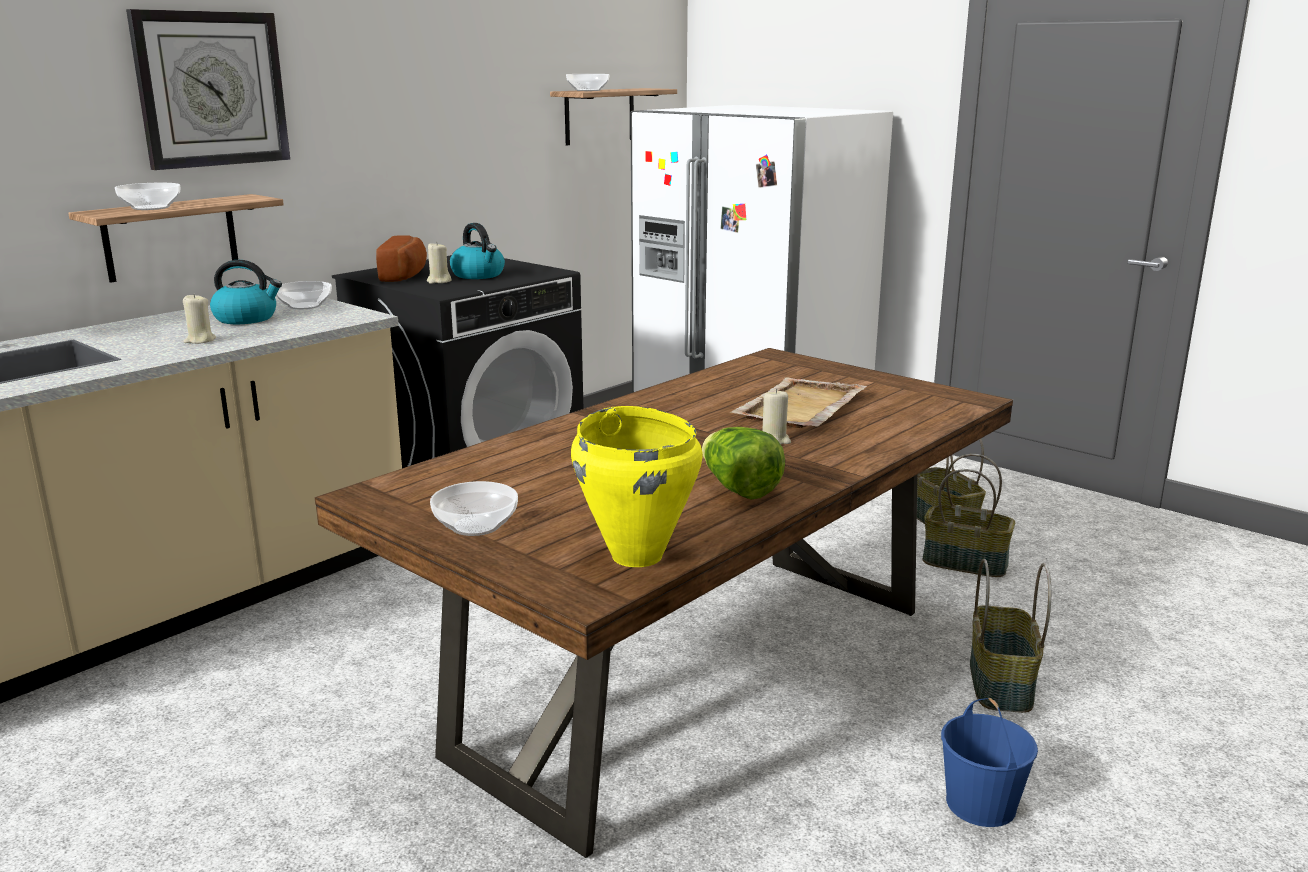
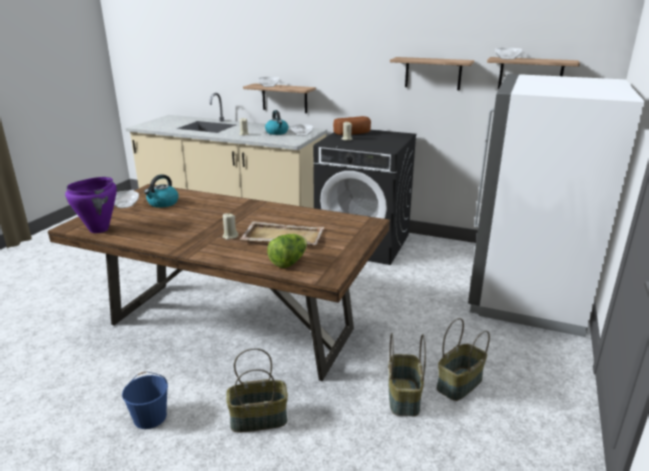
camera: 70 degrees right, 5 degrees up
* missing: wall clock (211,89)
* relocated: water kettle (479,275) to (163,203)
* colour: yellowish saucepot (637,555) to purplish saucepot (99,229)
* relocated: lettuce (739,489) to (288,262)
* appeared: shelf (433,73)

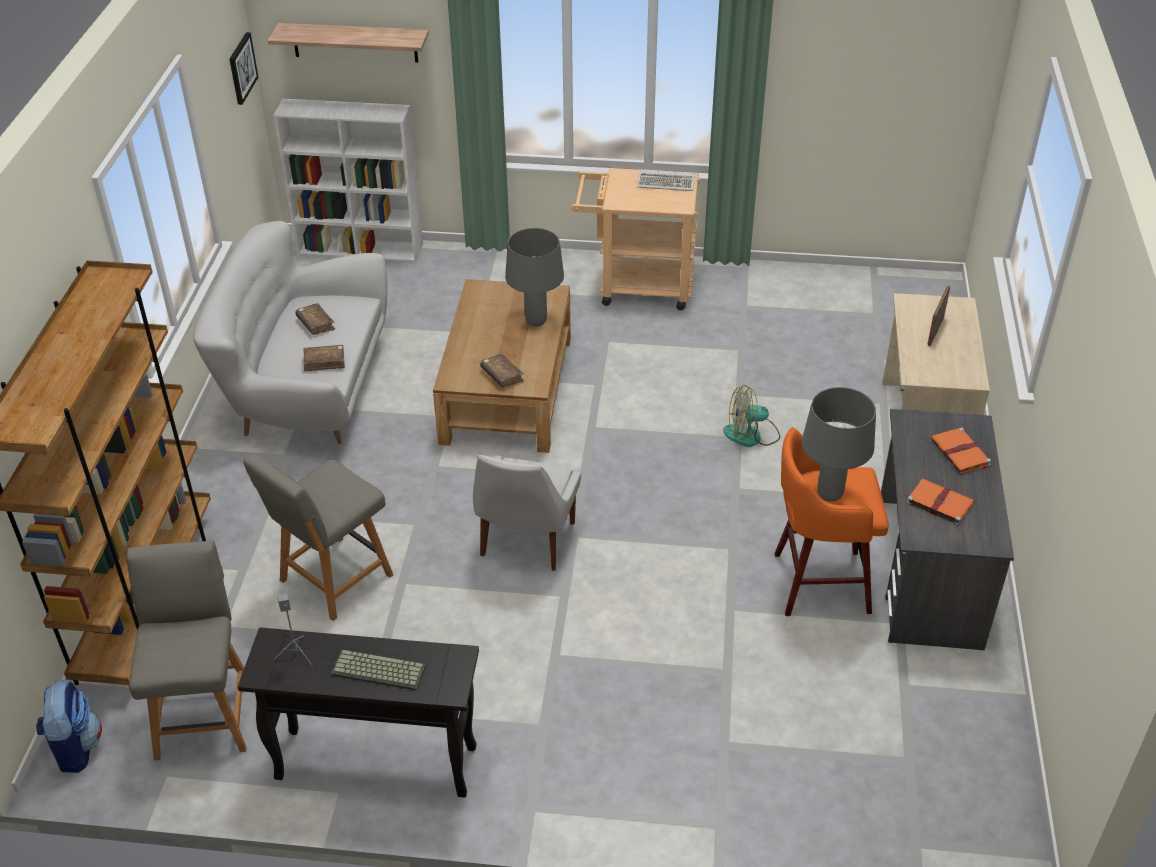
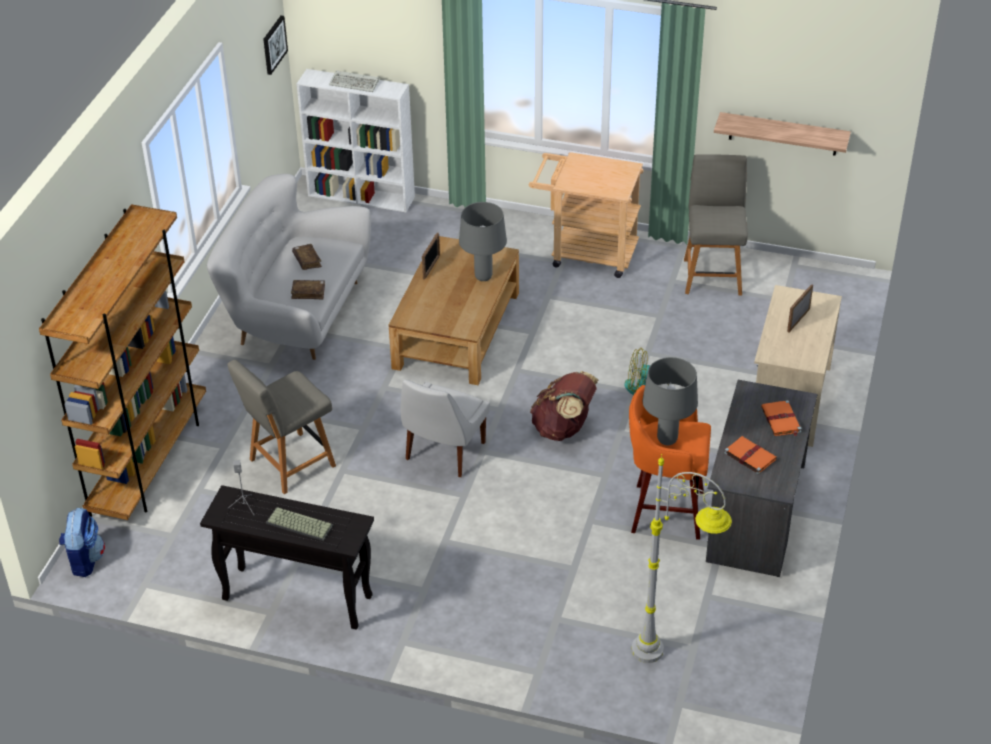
camera: 10 degrees right, 0 degrees up
* relocated: gray chair (204,715) to (712,275)
* relocated: shelf (355,42) to (783,134)
* missing: brownish book (502,375)
* relocated: keyboard (667,183) to (355,83)
* appeared: standing frame (431,267)
* appeared: brownish backpack (563,428)
* appeared: gray standard lamp (673,659)

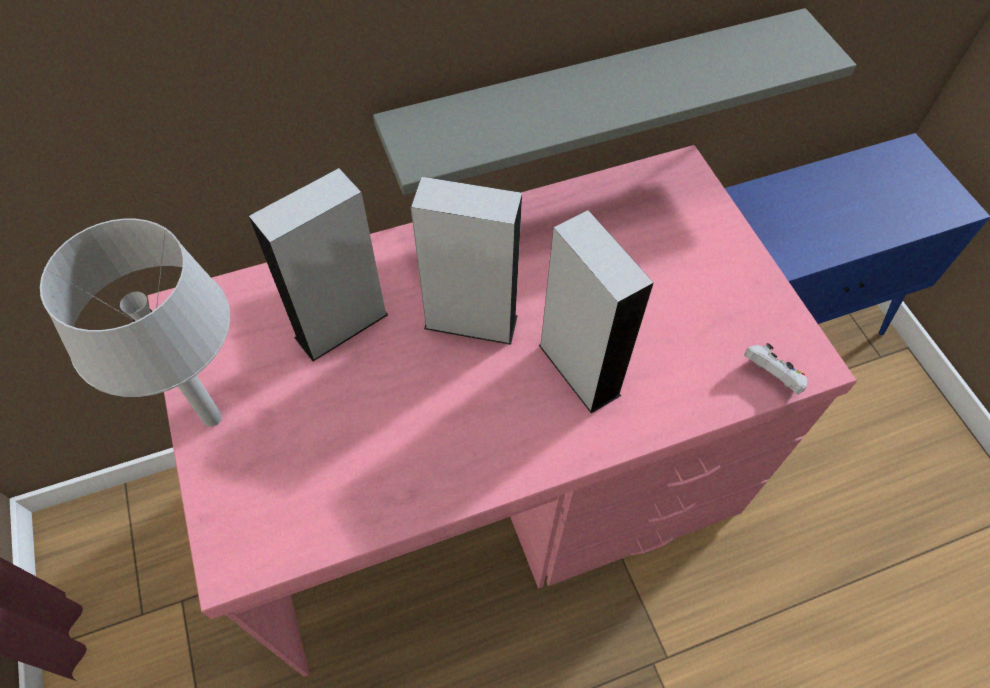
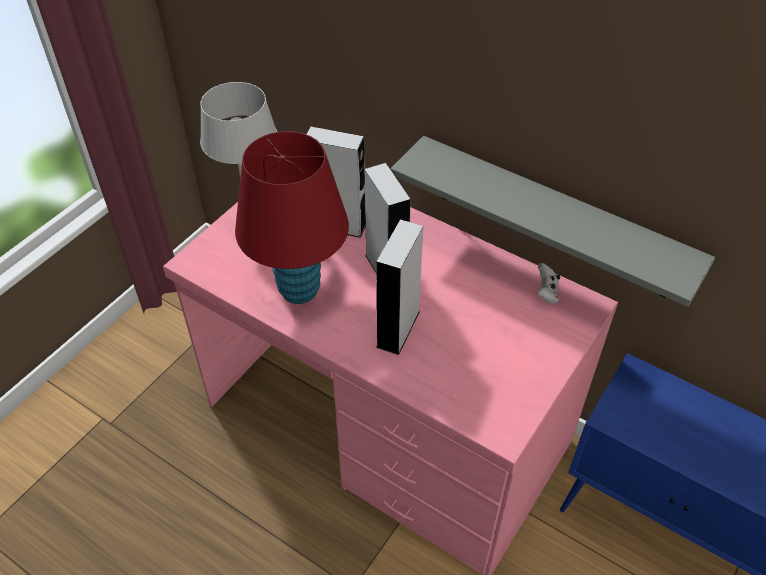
camera: 55 degrees right, 10 degrees down
* relocated: white joypad (771,377) to (546,292)
* appeared: reddish lamp for a table (299,290)

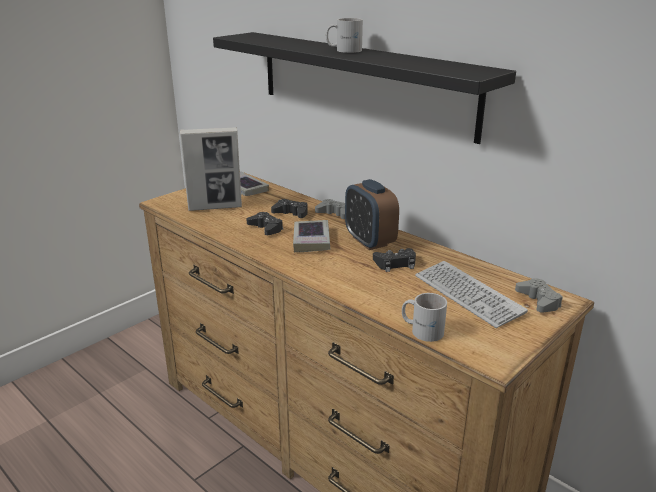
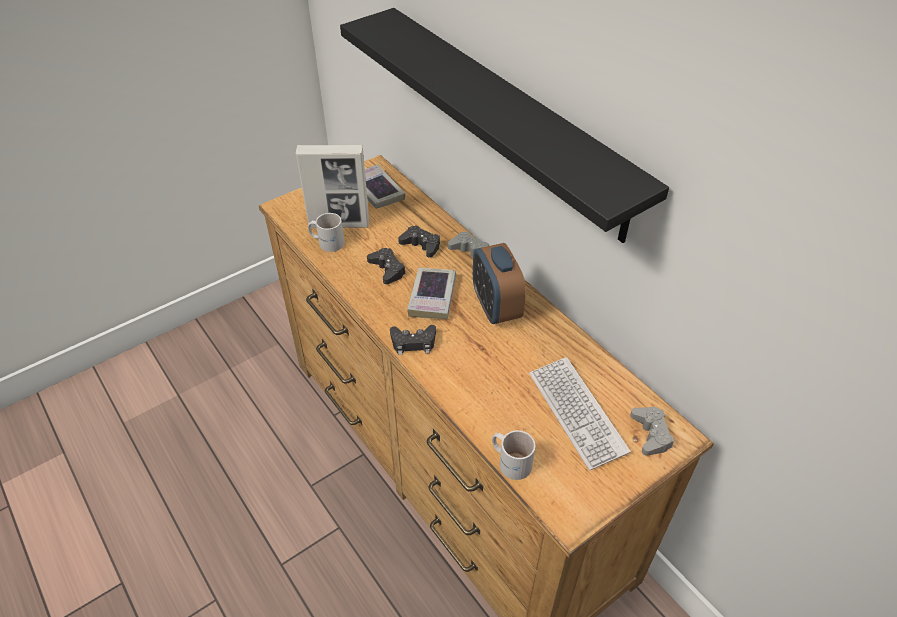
camera: 10 degrees right, 20 degrees up
* relocated: white mug (344,50) to (327,241)
* relocated: black-coloured joypad (395,264) to (413,343)

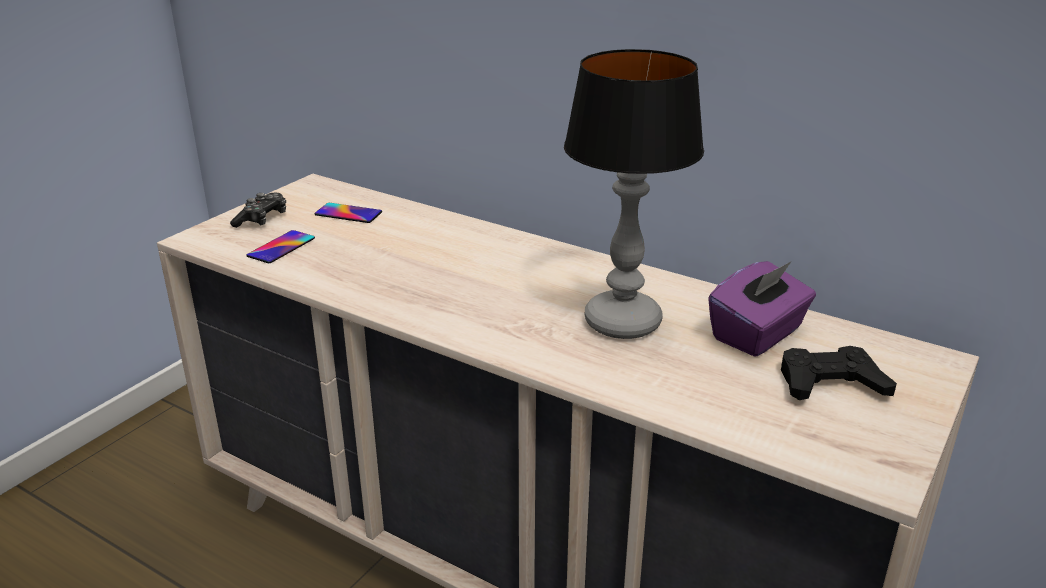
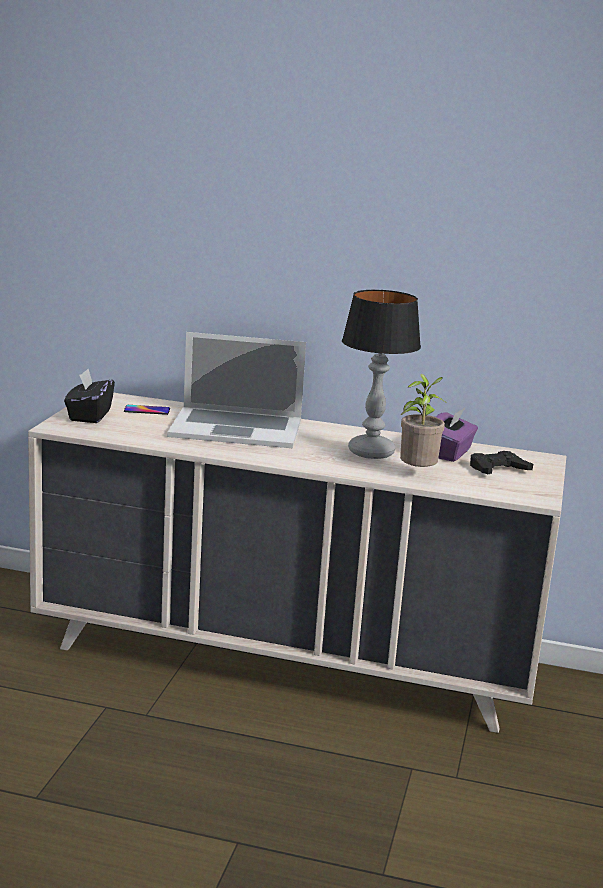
camera: 20 degrees left, 10 degrees down
* exchanged: joypad (262,219) to black-coloured tissue box (89,415)
* missing: telephone (281,247)
* appeared: laptop (236,428)
* appeared: plant in a pot (417,474)

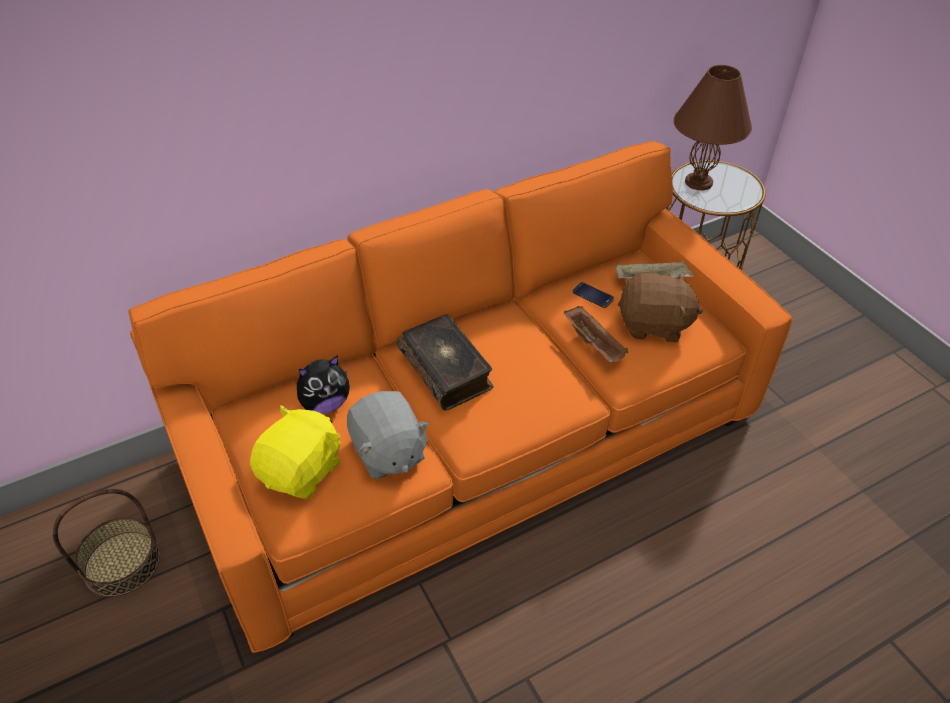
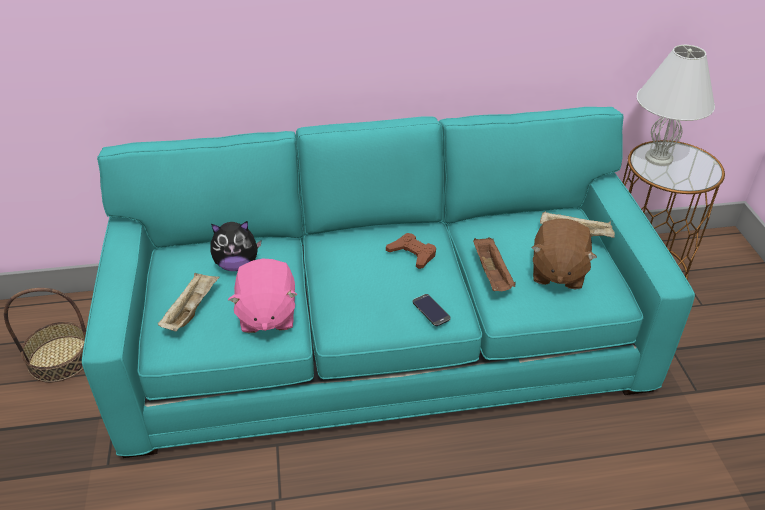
camera: 20 degrees right, 5 degrees down
* colour: orangey couch (476,435) to turquoise couch (383,339)
* exchanged: yellowish plush toy (302,471) to beige-coloured carrying tray (191,310)
* colour: gray plush toy (388,452) to pinkish plush toy (266,315)
* missing: book (446,370)
* relocated: telephone (592,295) to (431,310)
* spun: brownish plush toy (654,325) = (557,272) 75 degrees clockwise
* colour: brownish lamp for a table (699,182) to white lamp for a table (659,158)
* appeared: brownish joypad (412,254)

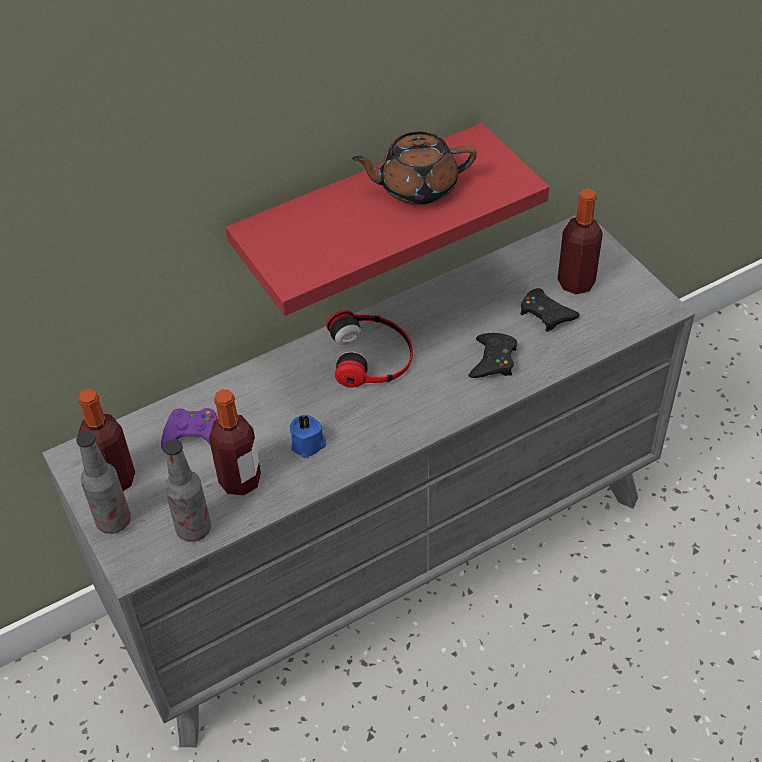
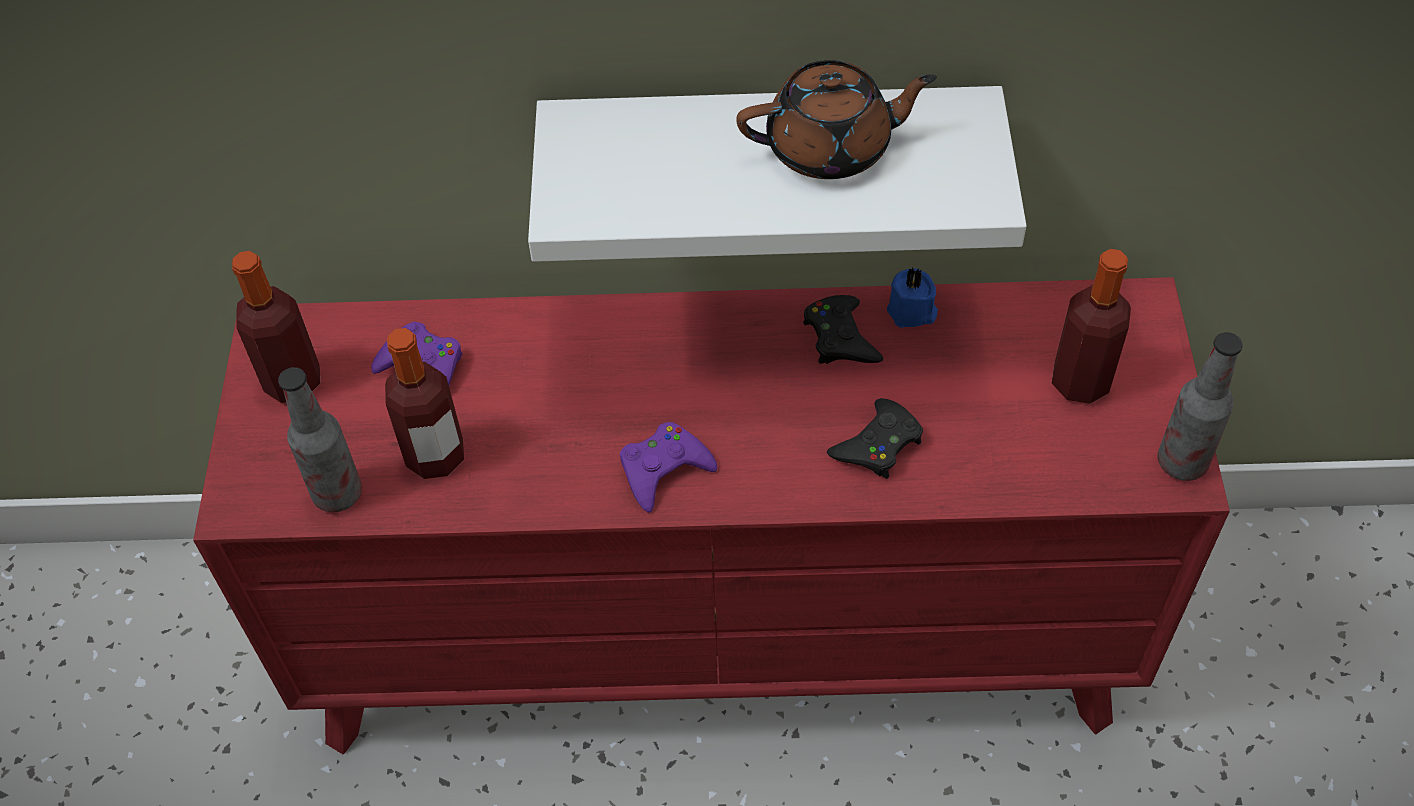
camera: 30 degrees right, 5 degrees up
* colour: gray chest of drawers (388,559) to reddish chest of drawers (719,636)
* relocated: drink bottle (113,521) to (1182,462)
* colour: reddish shelf (360,211) to white shelf (768,150)
* relocated: blue-coloured wax light (309,445) to (912,312)
* missing: pair of headphones (371,355)
* spun: brownish teapot (416,187) = (831,147) 150 degrees clockwise
* relocated: black-coloured joypad (546,314) to (840,338)
* appeared: purplish joypad (664,470)

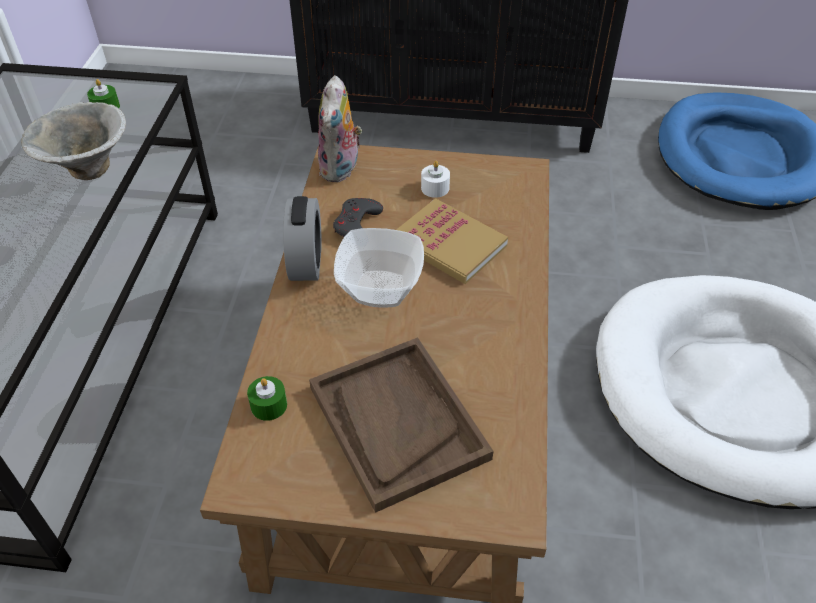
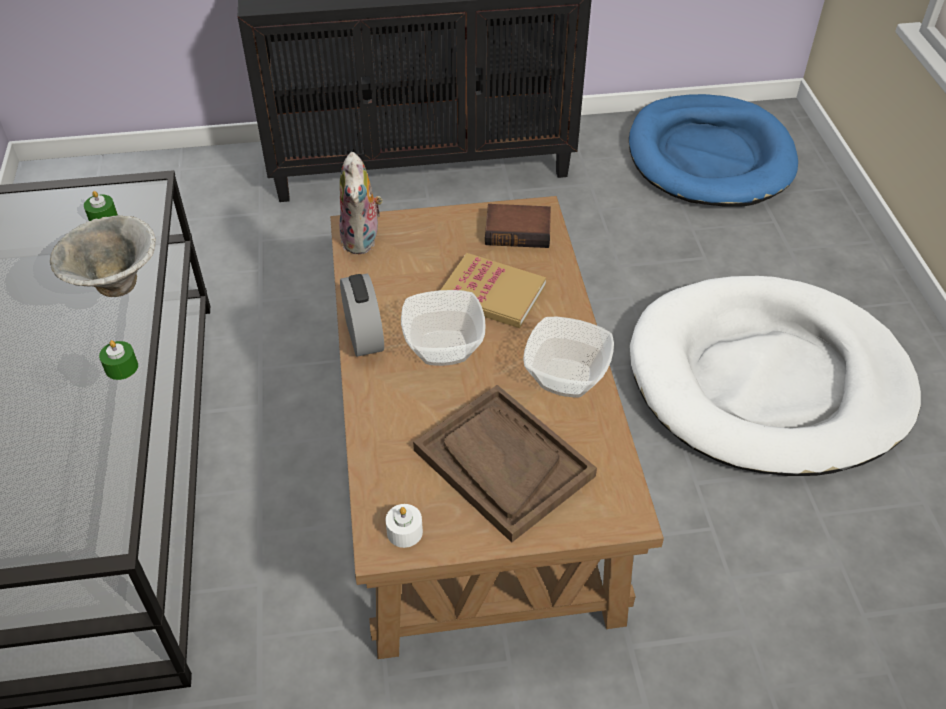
camera: 15 degrees left, 0 degrees up
* relocated: greenish wax light (269,405) to (121,367)
* missing: gray joypad (357,225)
* relocated: white wax light (435,188) to (404,532)
* appeared: book (519,230)
* appeared: bowl (566,379)

